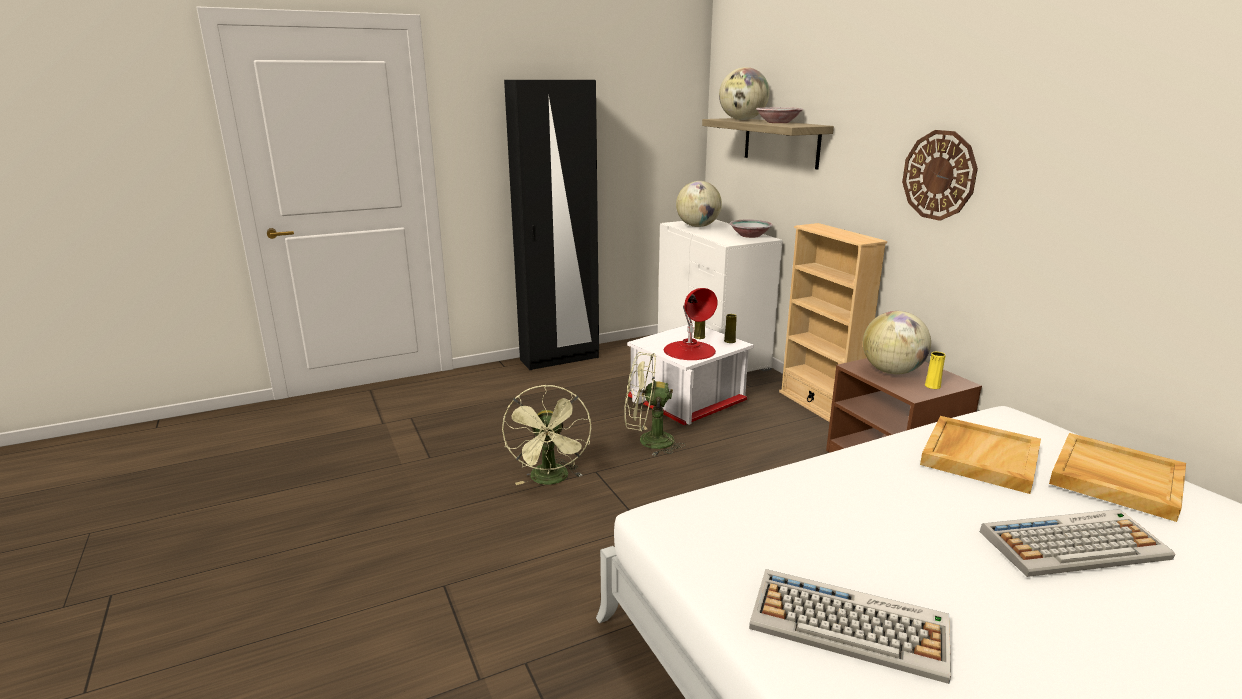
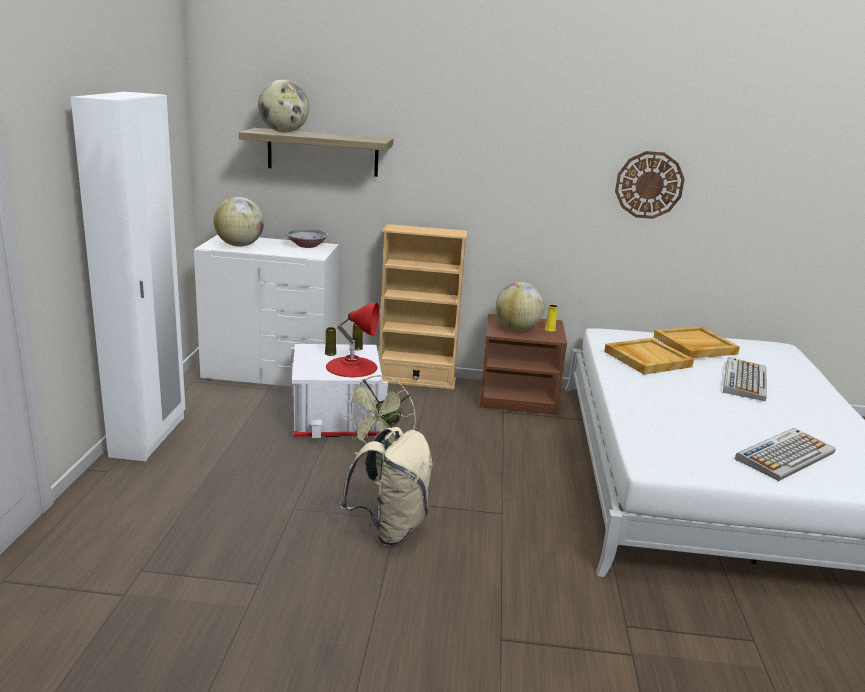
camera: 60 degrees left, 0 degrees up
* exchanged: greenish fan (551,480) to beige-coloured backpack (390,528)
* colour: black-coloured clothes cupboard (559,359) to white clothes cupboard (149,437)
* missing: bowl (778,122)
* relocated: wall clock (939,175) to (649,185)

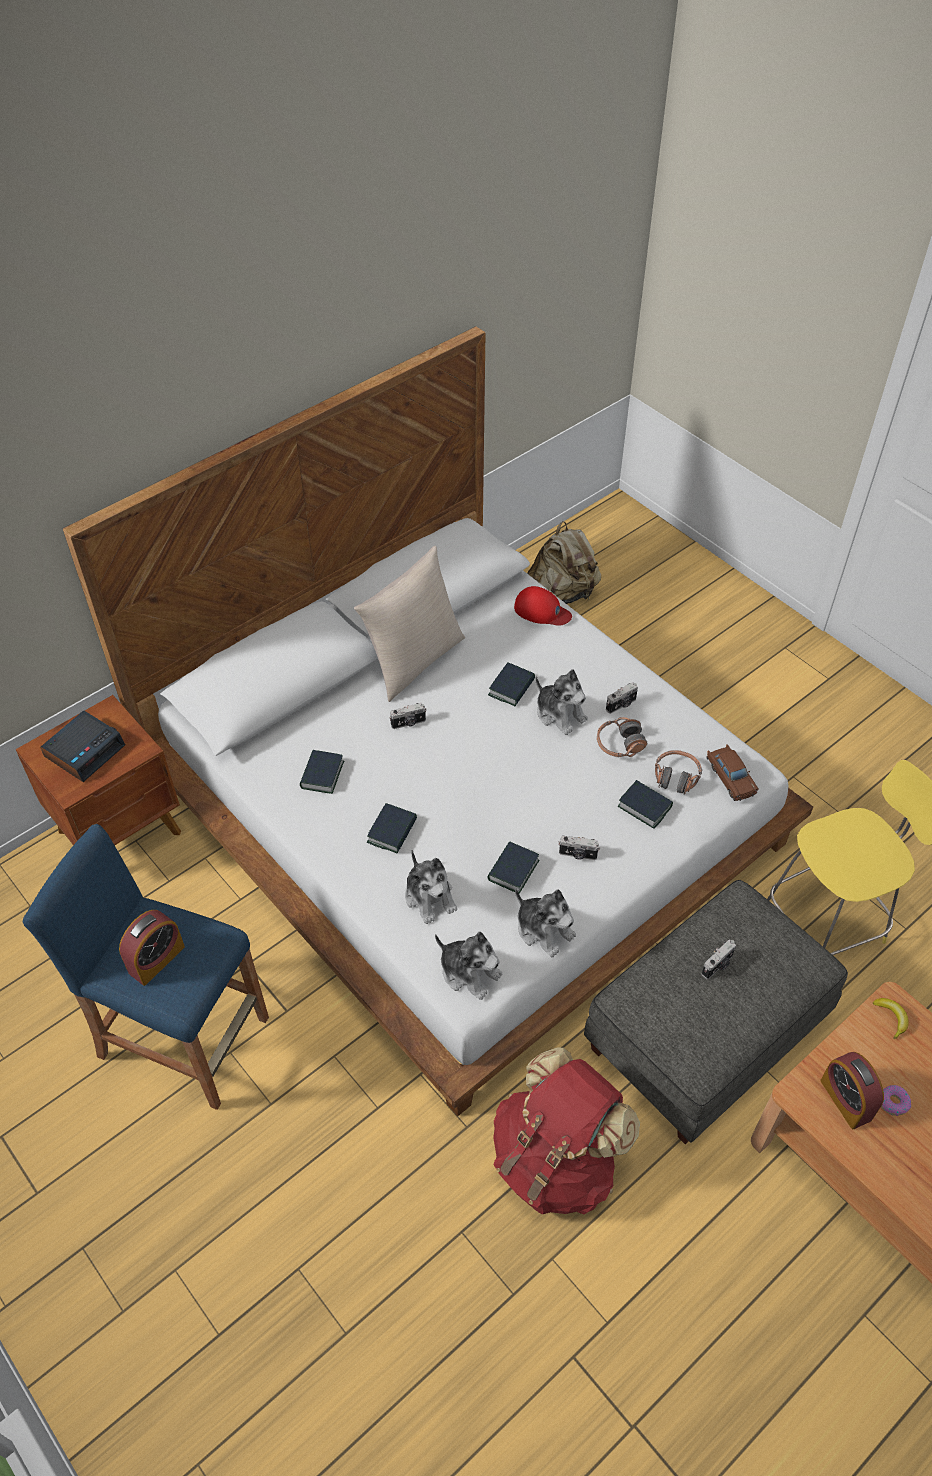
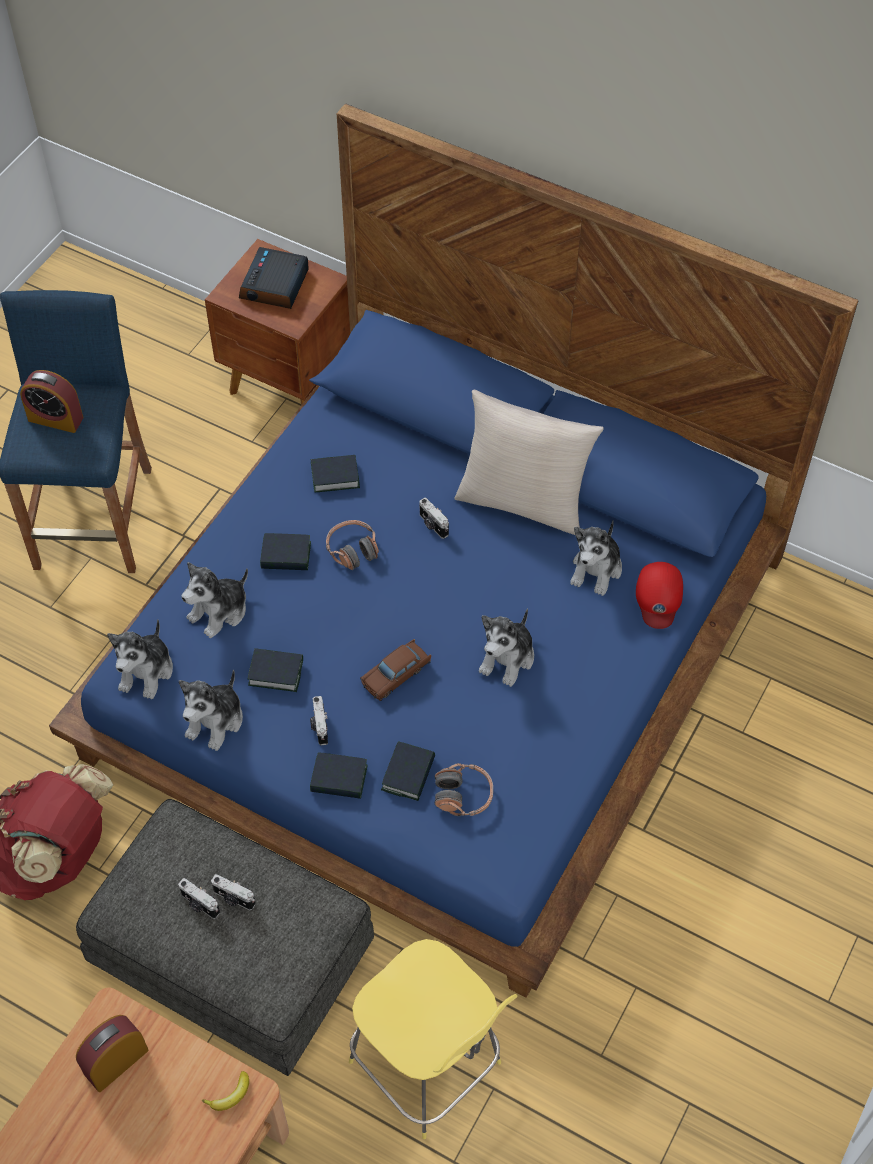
camera: 70 degrees right, 5 degrees up
* spun: alarm clock (85,750) = (274,285) 90 degrees clockwise
* colour: white bedroom bed (465,809) to blue-coloured bedroom bed (436,655)
* relocated: book (511,688) to (339,779)
* missing: beige-coloured backpack (562,593)
* relocated: pair of headphones (620,744) to (353,550)
* relocated: still camera (621,705) to (199,905)
* relocated: brownish miniature car (730,777) to (396,674)
* missing: donut (893,1102)
* appeared: plush toy (596,569)

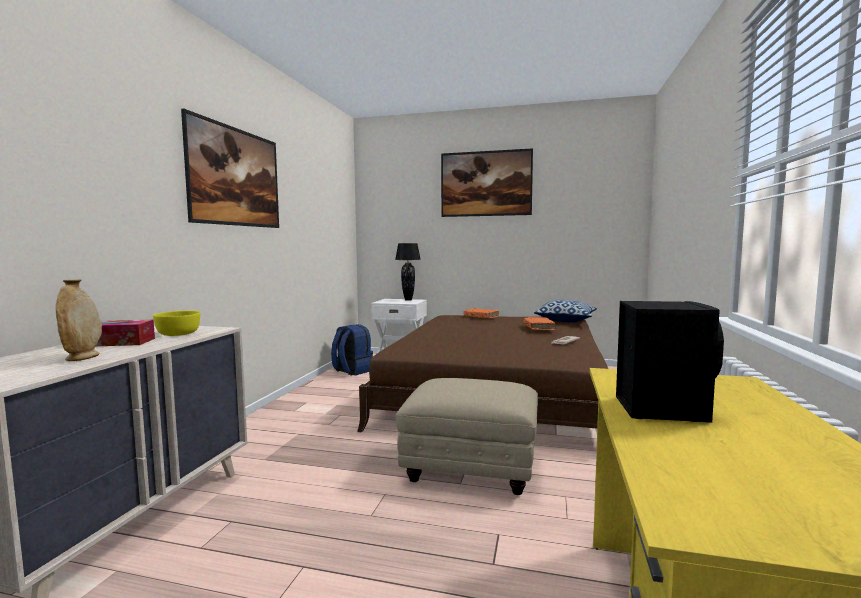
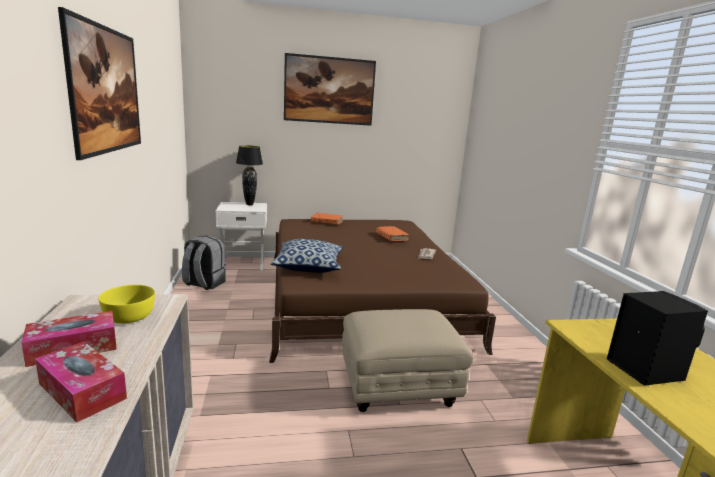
camera: 25 degrees left, 10 degrees up
* exchanged: beige-coloured flower vase (83,357) to tissue box (82,391)
* colour: blue-coloured backpack (352,371) to gray backpack (204,284)
* relocated: pillow (566,320) to (309,266)

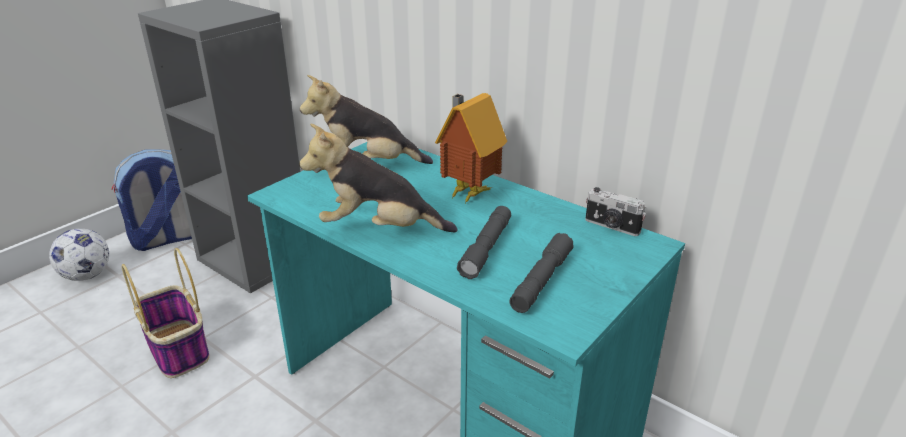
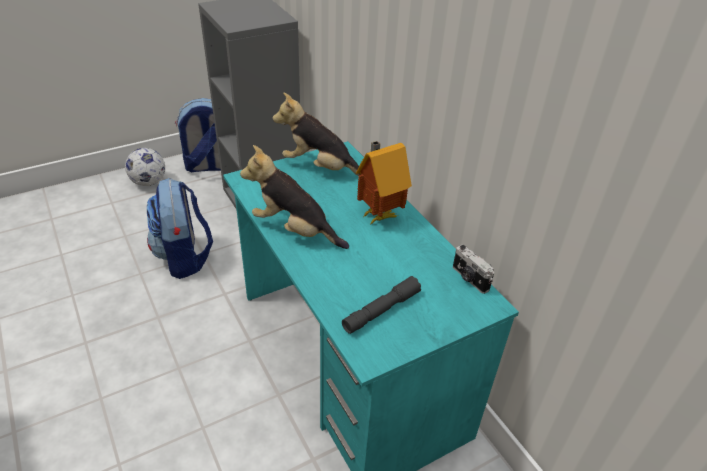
camera: 20 degrees right, 10 degrees up
* exchanged: basket (178,349) to backpack (184,257)
* missing: gray flashlight (486,248)

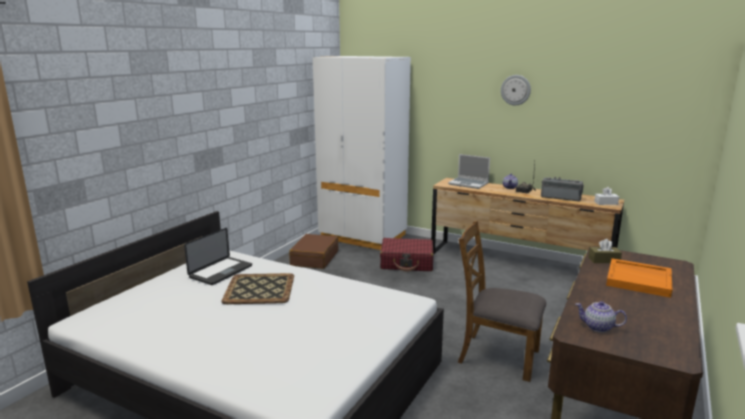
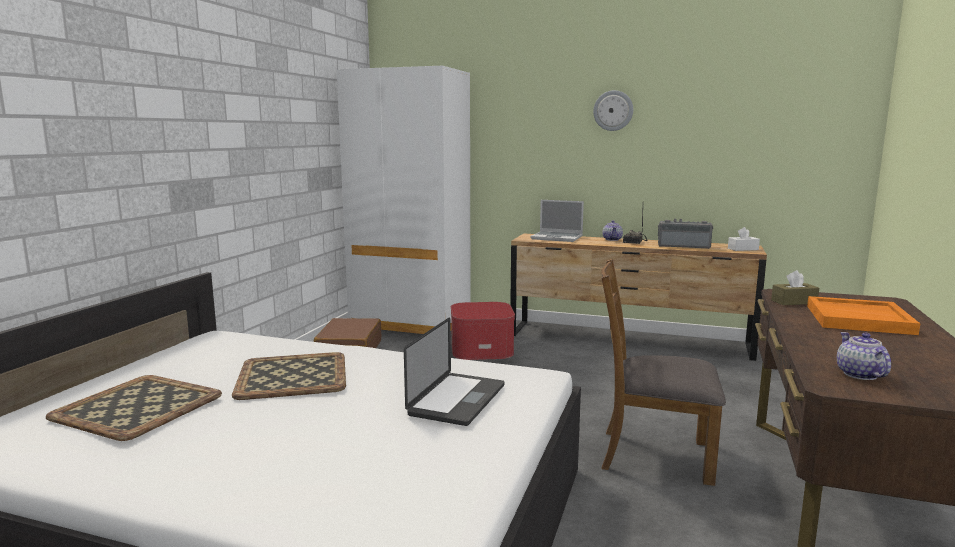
camera: 10 degrees left, 5 degrees down
* relocated: laptop (221,272) to (457,400)
* exchanged: reddish suitcase (407,263) to footrest (482,348)
* spun: teapot (598,327) = (860,375) 75 degrees clockwise
* appeared: carrying tray (137,407)

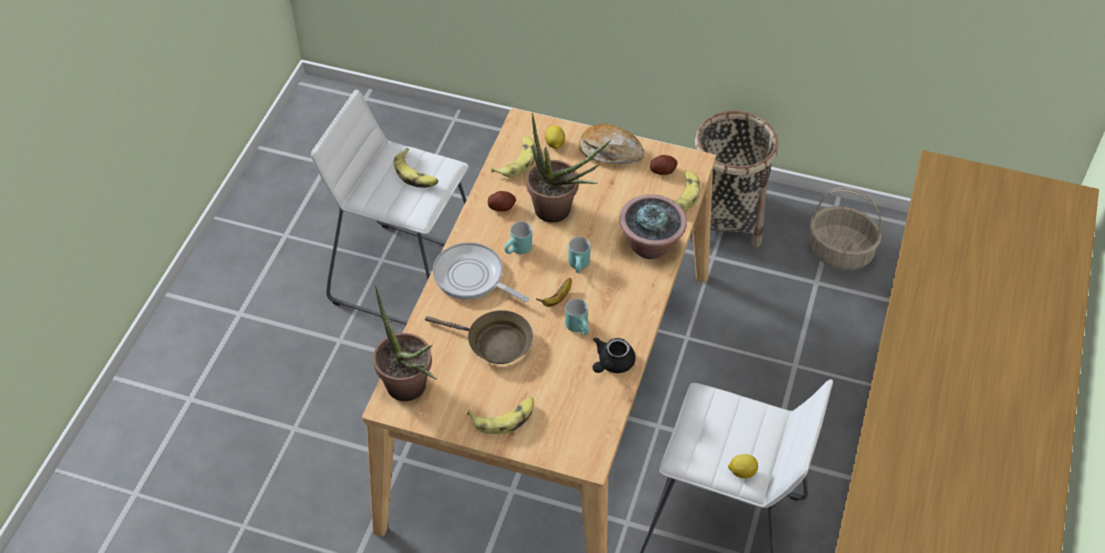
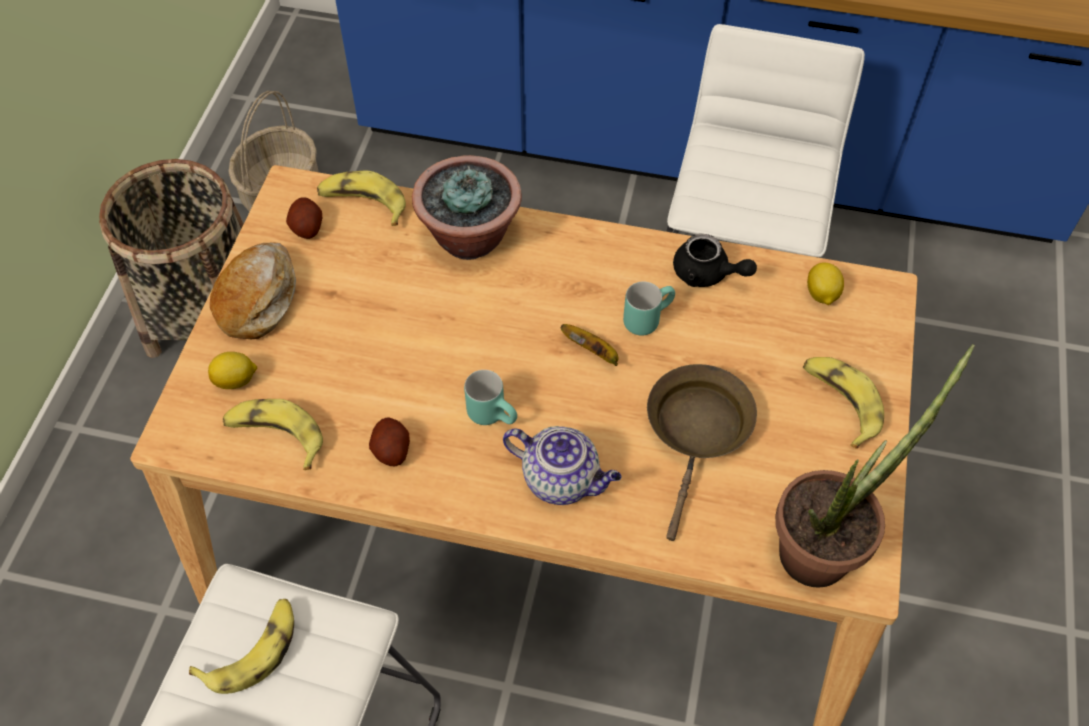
camera: 95 degrees left, 5 degrees up
* exchanged: skillet (472,278) to teapot (562,479)
* missing: plant in a pot (559,213)
* missing: turquoise mug (580,266)
* relocated: whole lemon (741,472) to (821,295)

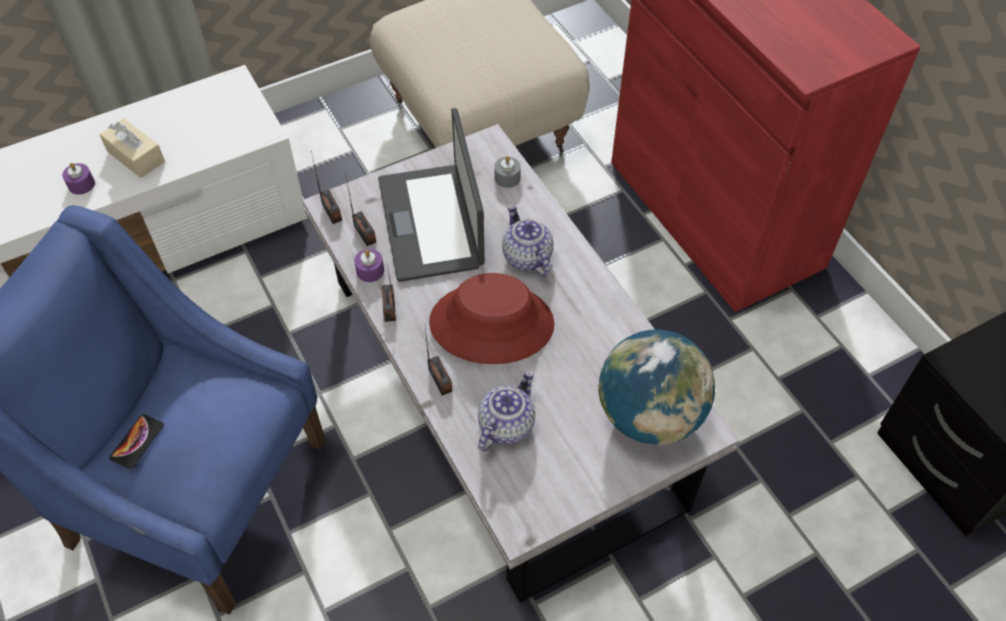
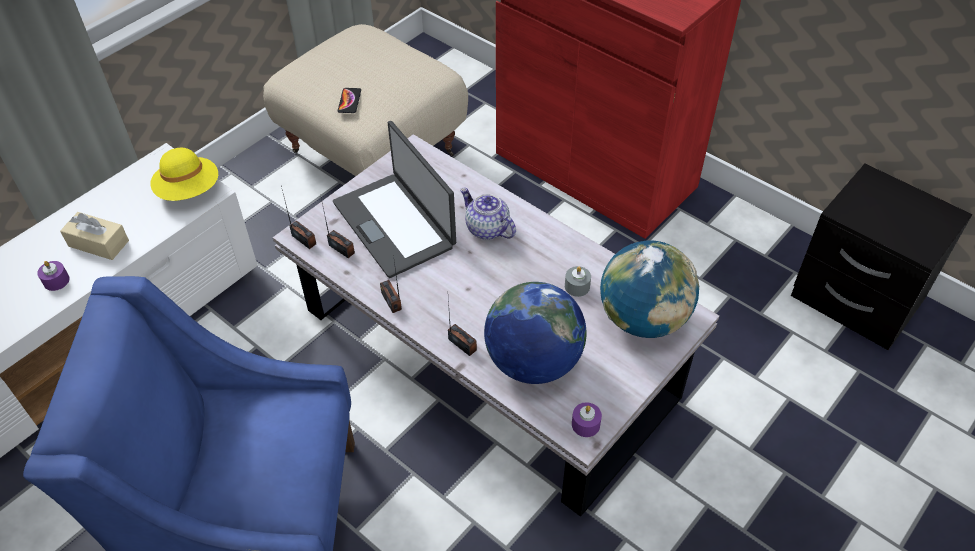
camera: 20 degrees left, 5 degrees down
* relocated: telephone (137,442) to (349,101)
* relocated: purplish wax light (370,271) to (585,424)
* missing: reddish clothing hat (492,323)
* exchanged: teapot (506,424) to world globe (533,362)
* relocated: gray wax light (507,178) to (577,286)
* appeared: yellowish clothing hat (189,190)

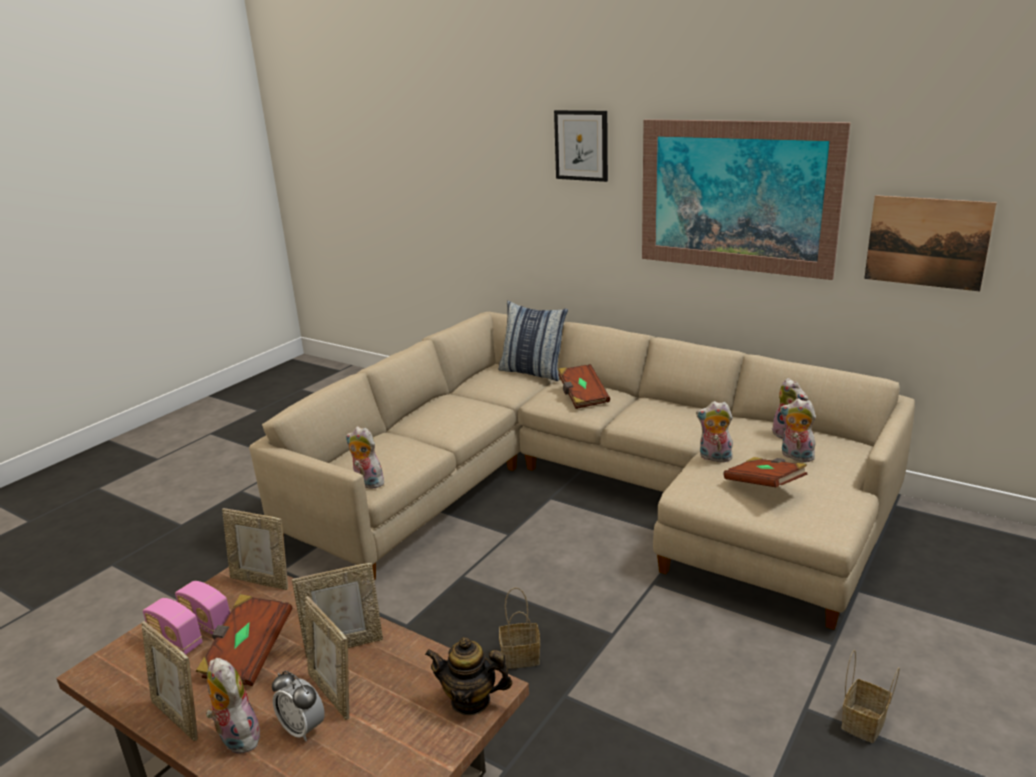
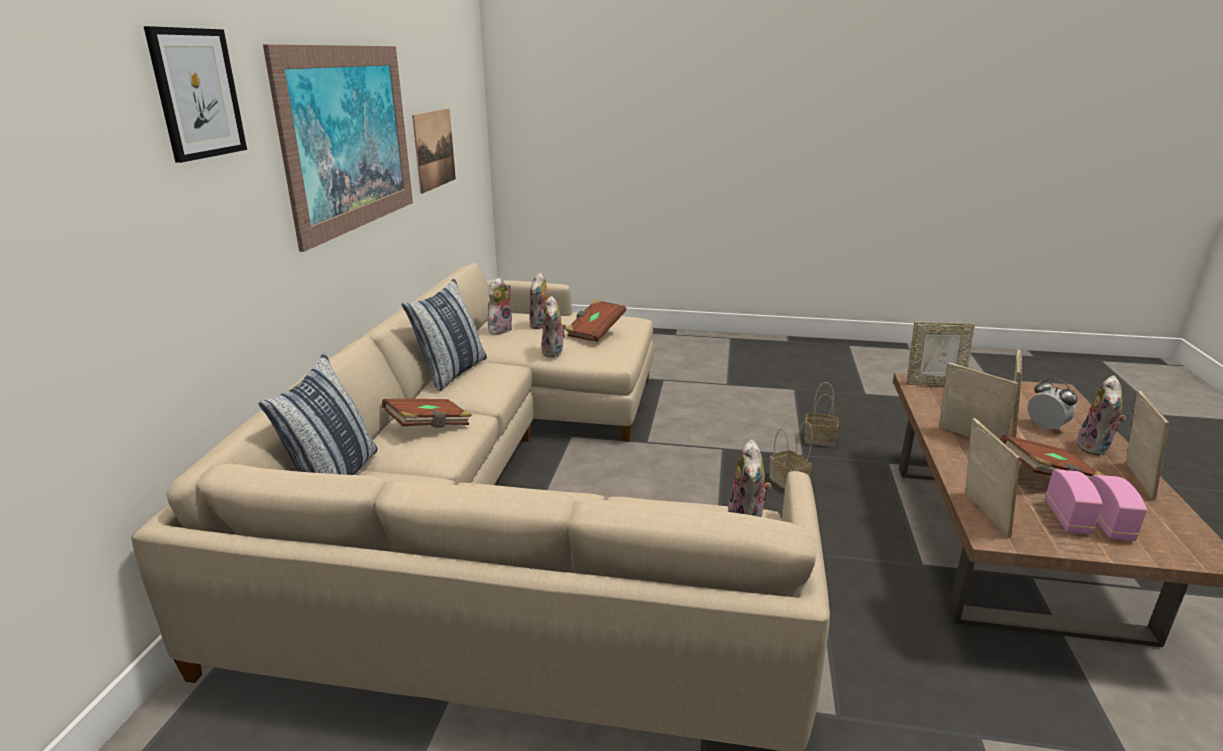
camera: 115 degrees left, 0 degrees up
* spun: alarm clock (303,729) = (1045,427) 45 degrees counterclockwise
* exchanged: teapot (471,700) to standing frame (934,384)
* relocated: basket (864,724) to (820,439)
* appeared: pillow (452,372)

